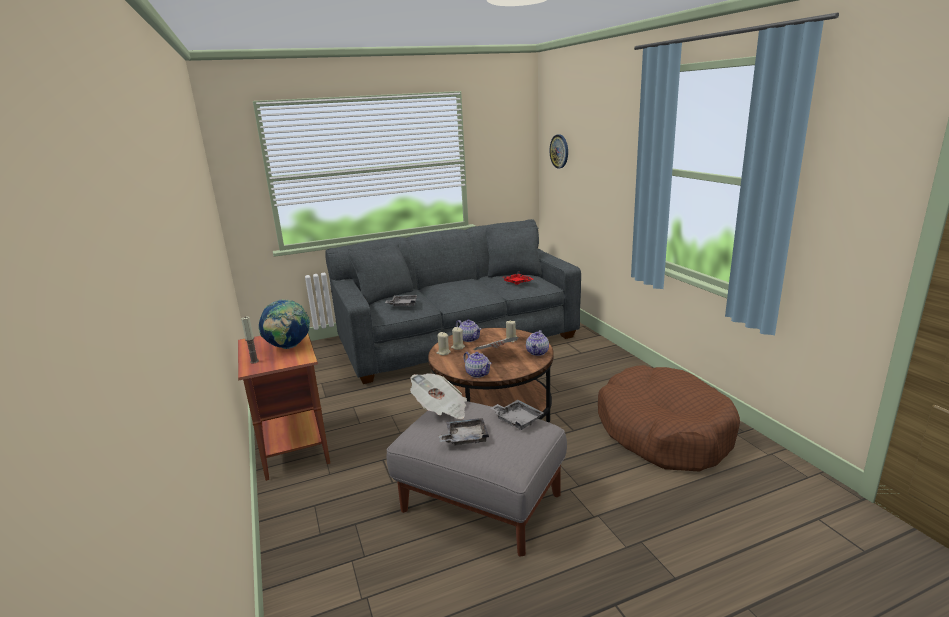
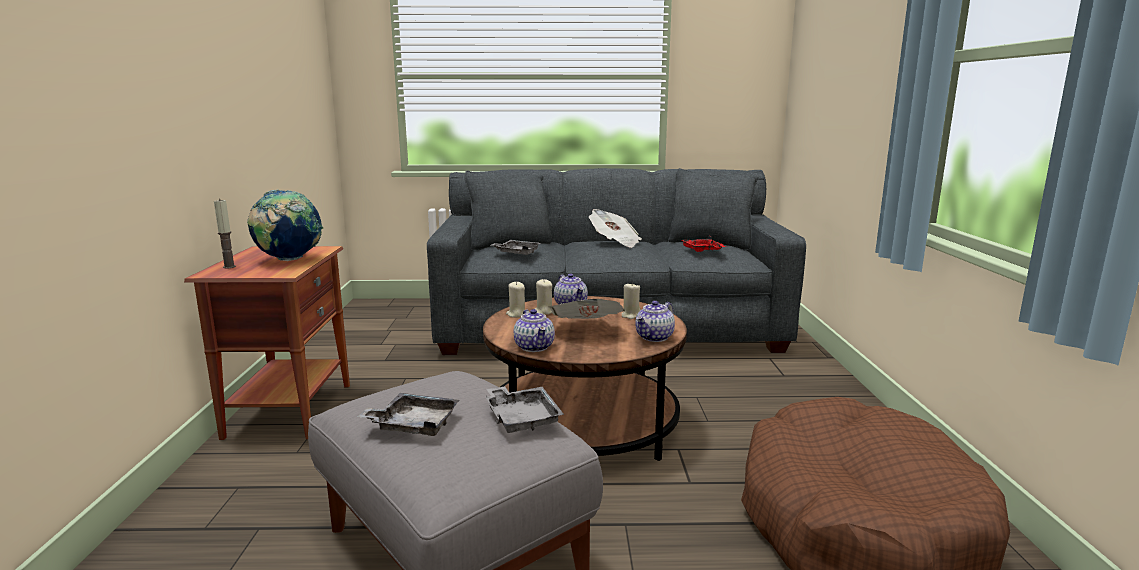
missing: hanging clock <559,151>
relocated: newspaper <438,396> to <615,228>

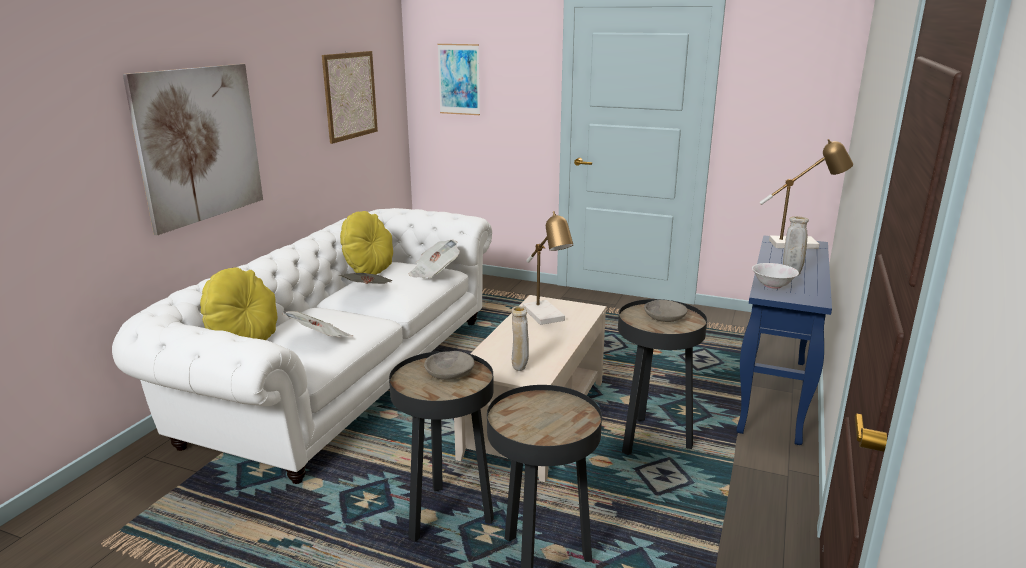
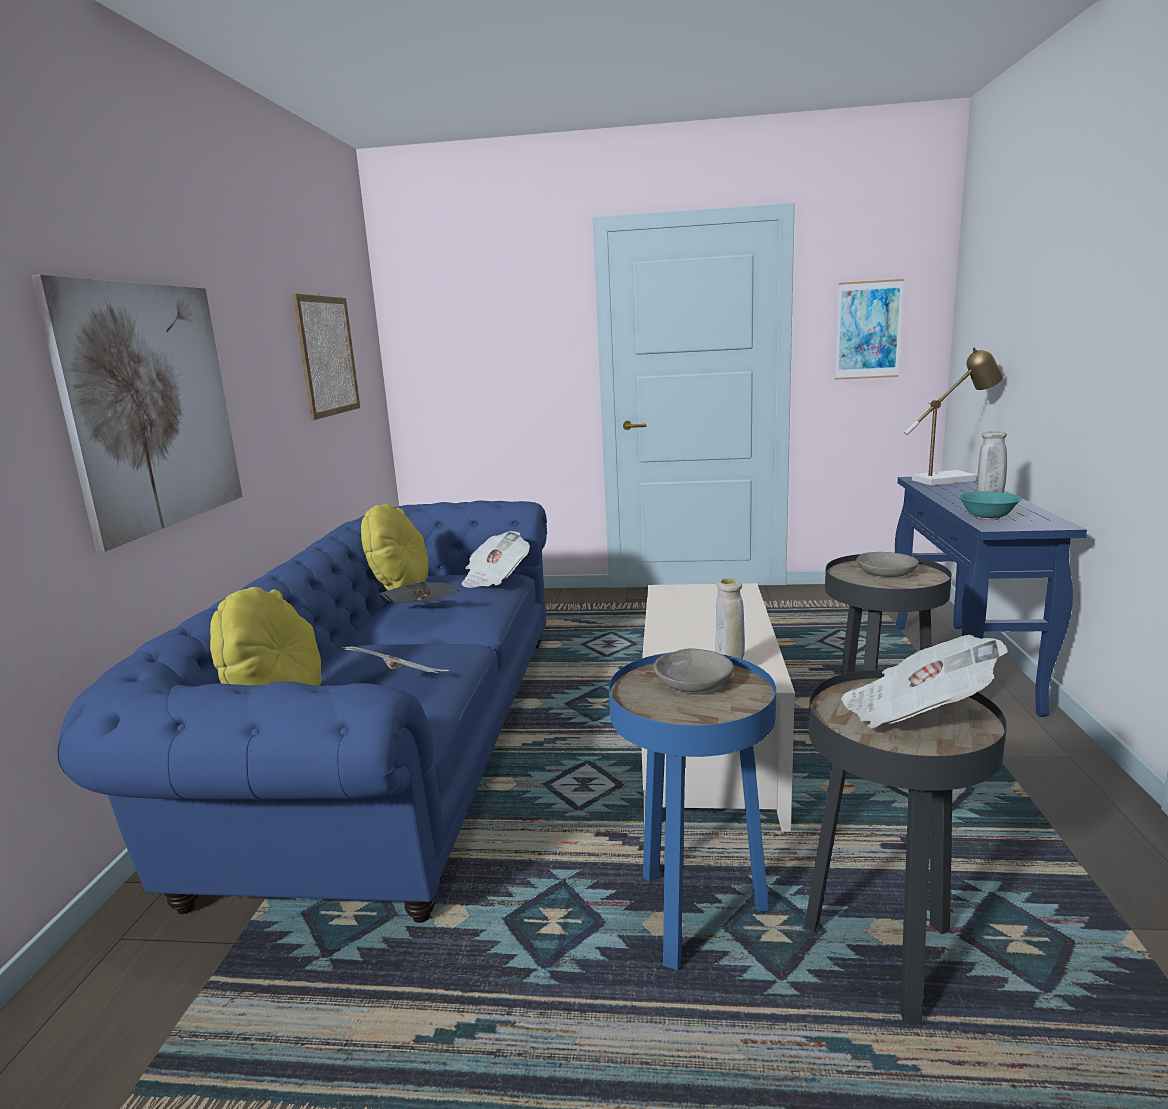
missing: table lamp <548,268>
appeared: newspaper <924,682>
relocated: picture <458,79> to <869,329>
colour: couch (whitish) <302,346> to couch (bluish) <302,712>; end table (blackish) <441,446> to end table (bluish) <692,811>; deep dish (whitish) <775,276> to deep dish (turquoise-coloured) <990,506>

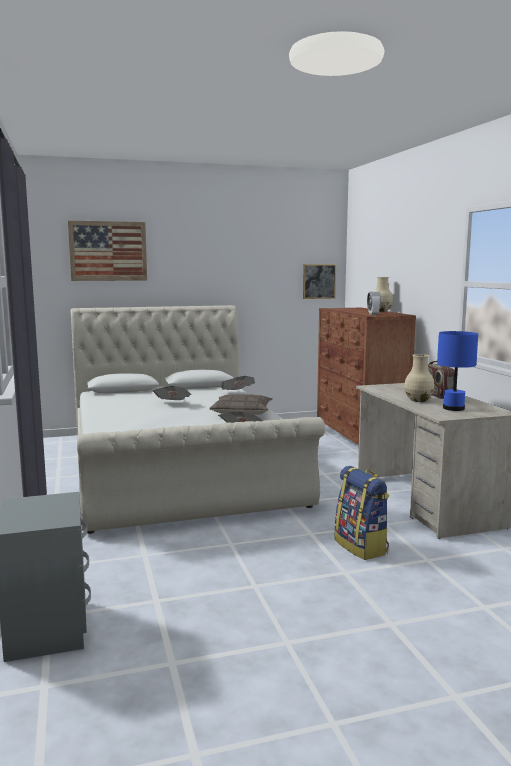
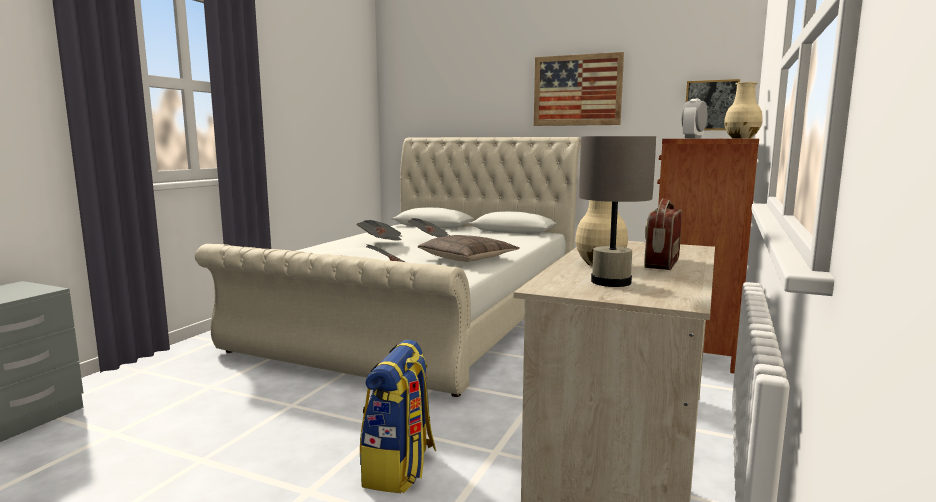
relocated: newspaper <238,383> to <379,230>; picture <107,251> to <579,89>
colour: table lamp (bluish) <457,371> to table lamp (greyish) <617,211>

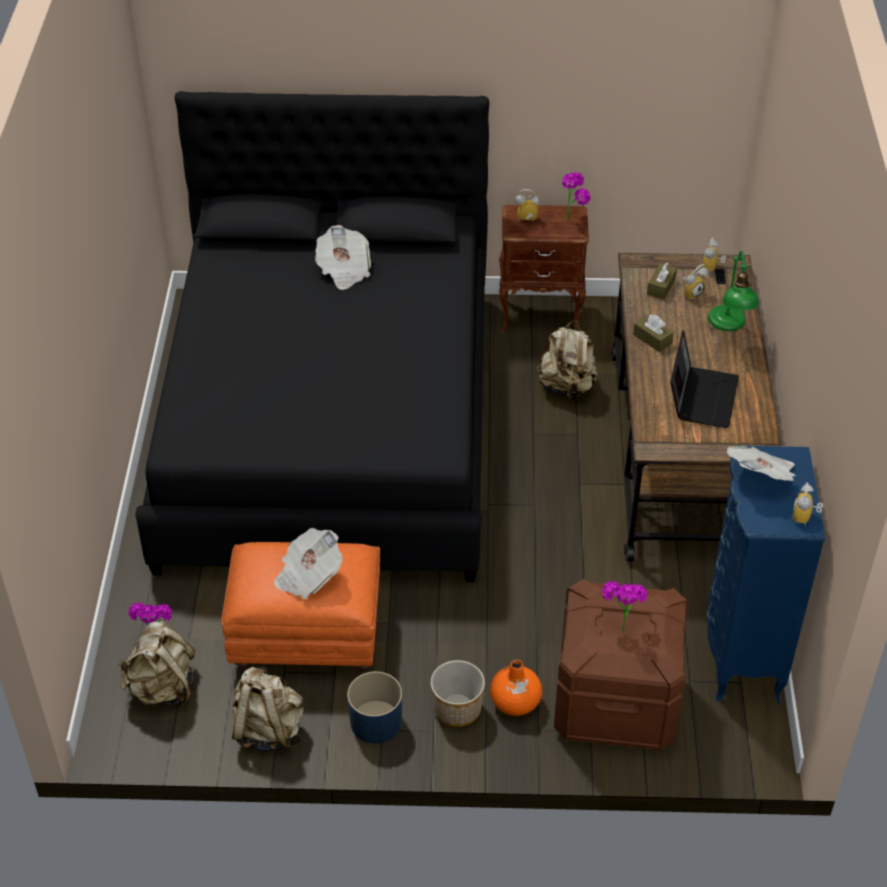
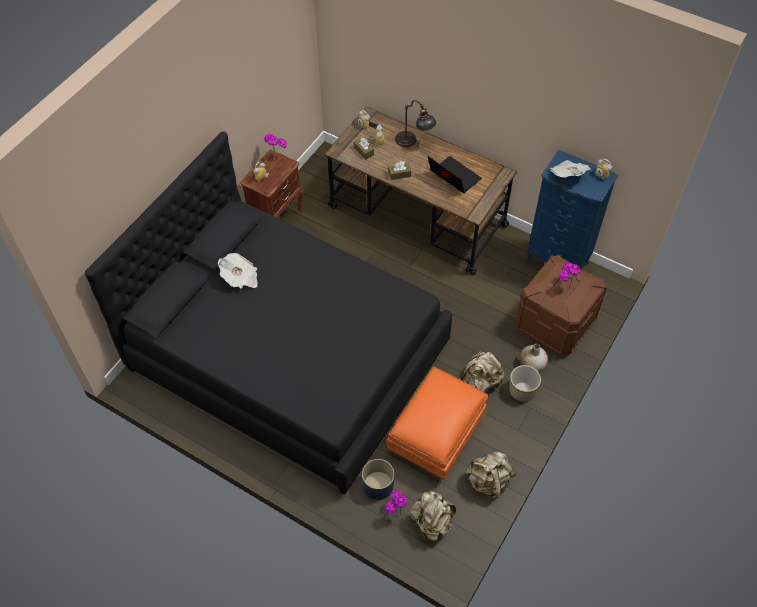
missing: newspaper <308,564>
relocated: planter (bluish) <374,707> to <378,479>; backpack (beige) <567,360> to <482,372>
colour: table lamp (green-coloured) <733,291> to table lamp (greyish) <415,123>; flower vase (orange) <516,687> to flower vase (beige) <533,358>

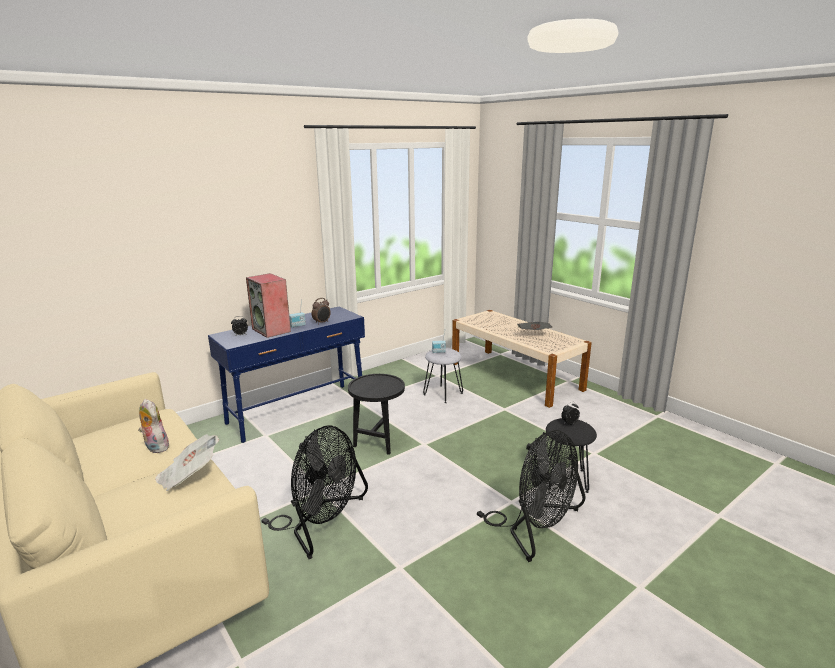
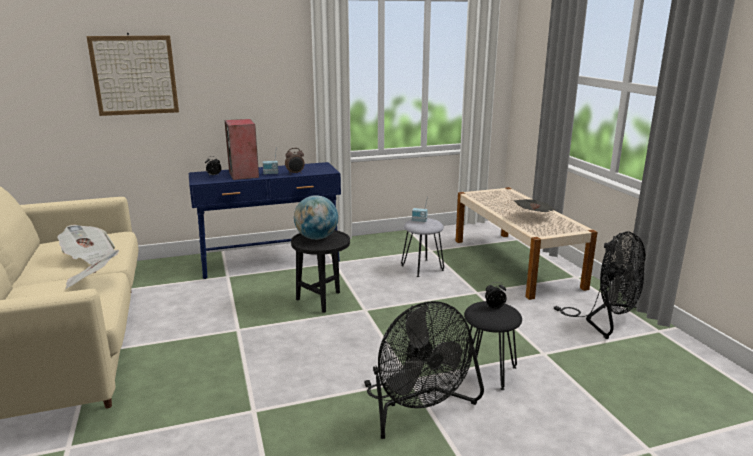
appeared: picture <132,74>; globe <316,217>
relocated: fan (blackish) <314,492> to <600,285>
exchanged: soft toy <153,426> to newspaper <86,245>

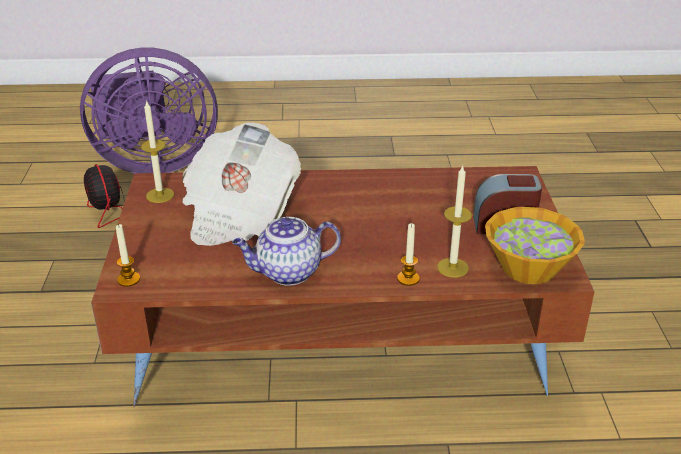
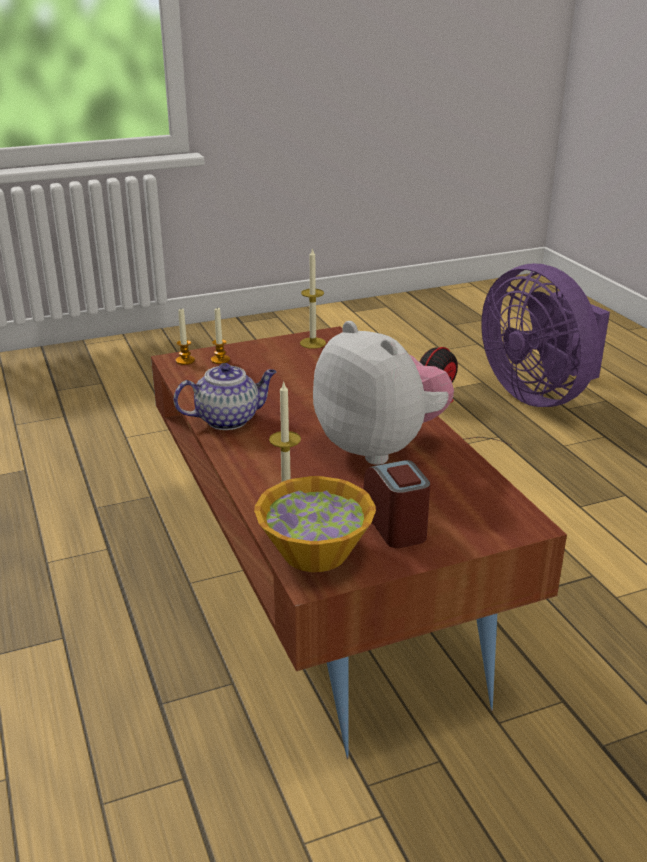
missing: newspaper <241,184>
appeared: soft toy <383,393>
relocated: wax candle <408,254> to <220,336>
spun: tea pot <286,251> = <225,396> 105 degrees clockwise

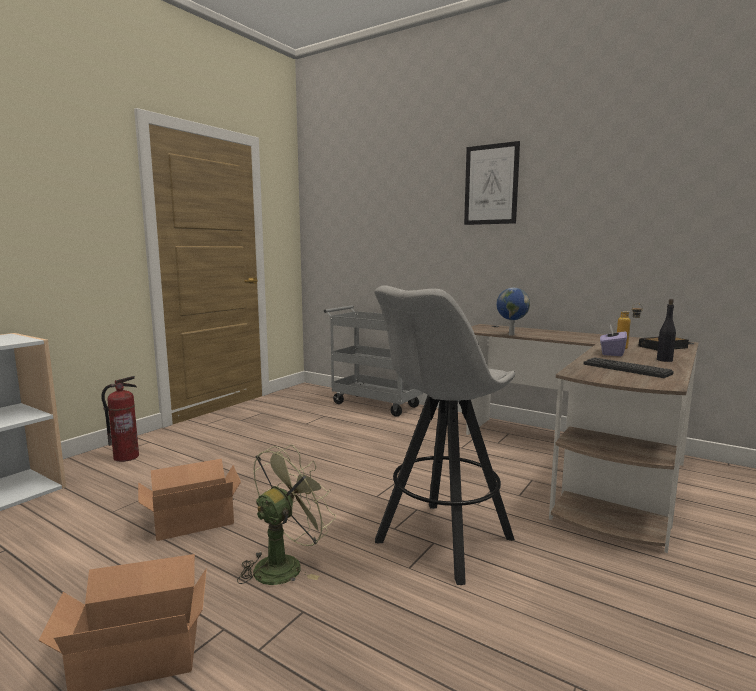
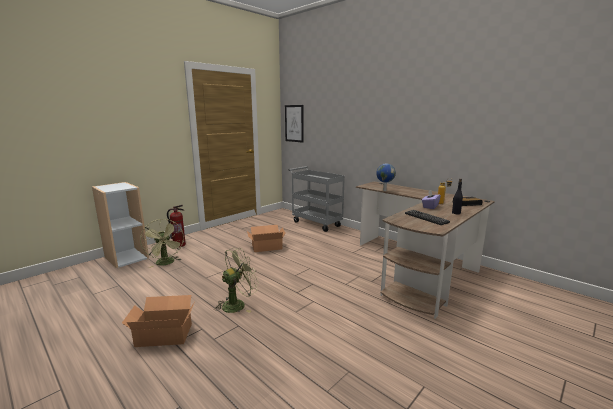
missing: stool (greyish) <444,435>
appeared: fan (green-coloured) <162,243>
relocated: cardboard box <189,500> to <266,238>; picture <492,183> to <294,124>

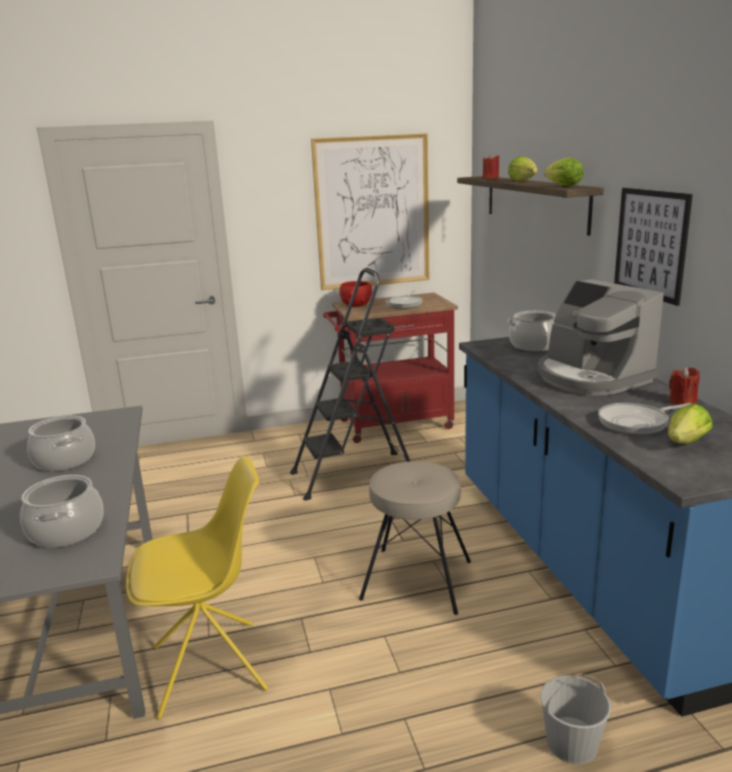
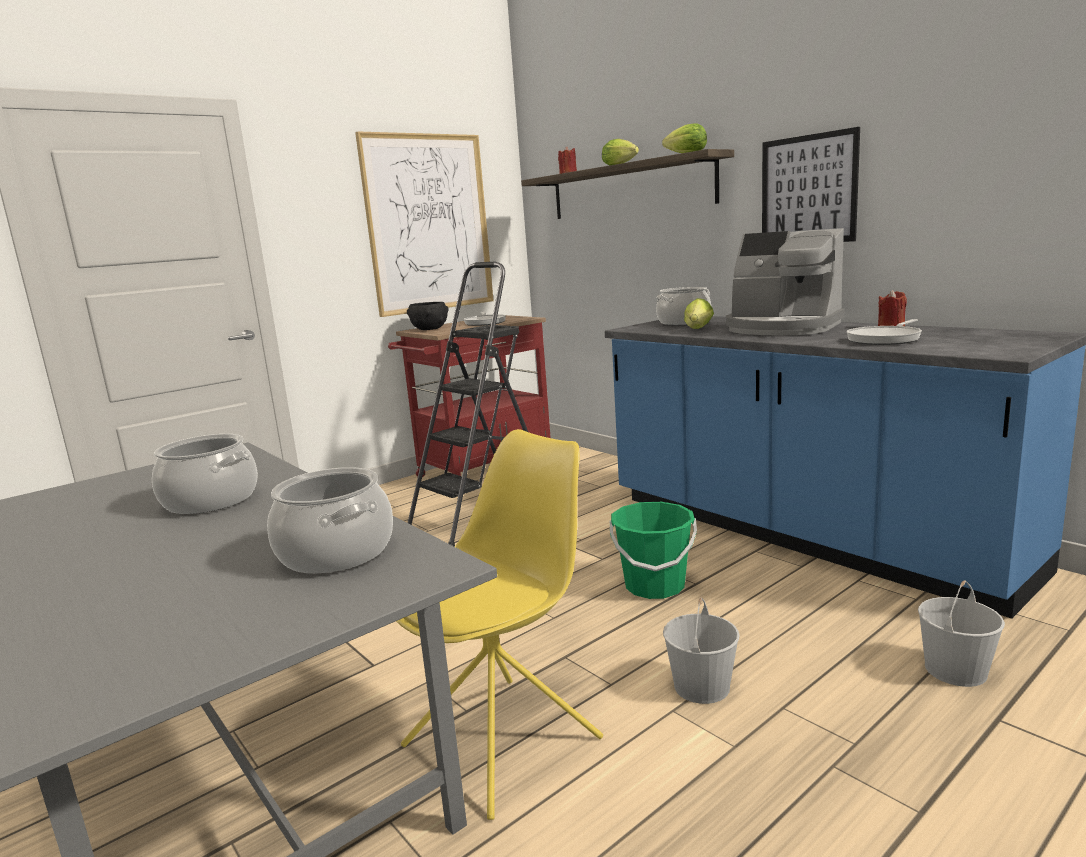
appeared: bucket (whitish) <701,650>
relocated: lettuce head <690,424> to <699,313>
exchanged: stool (beige) <415,538> to bucket (green-coloured) <653,550>
colour: deep dish (red) <355,294> to deep dish (blackish) <428,316>

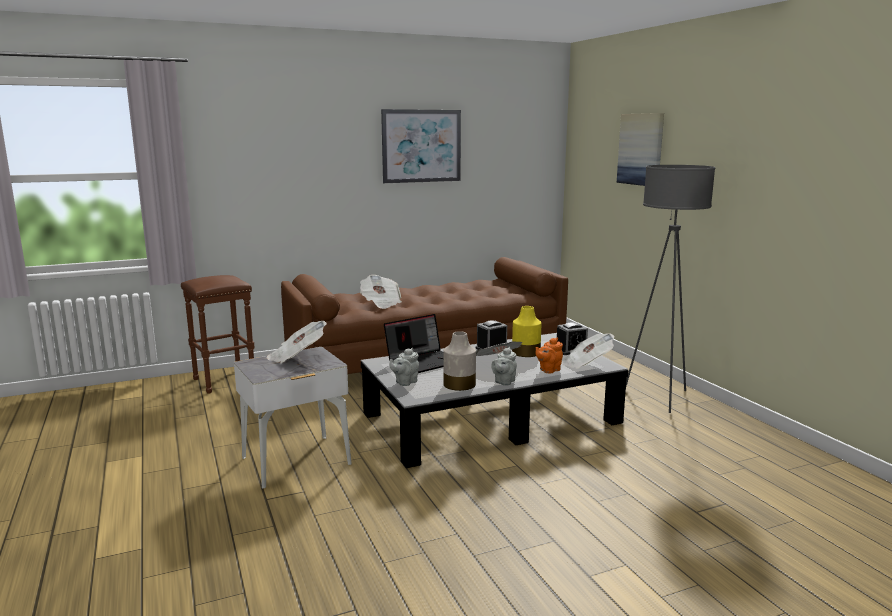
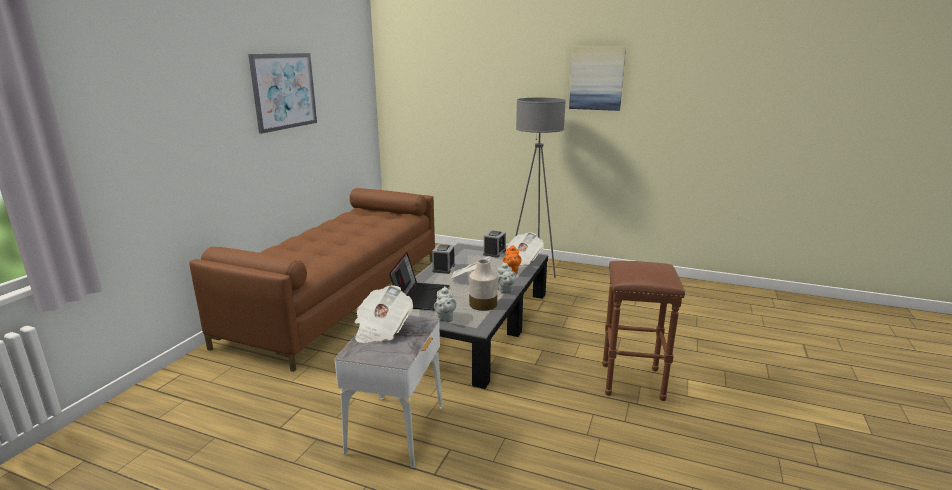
missing: newspaper <381,292>; flower vase (yellowish) <527,331>
relocated: picture <640,149> to <597,79>; stool (brown-coloured) <218,334> to <643,331>

